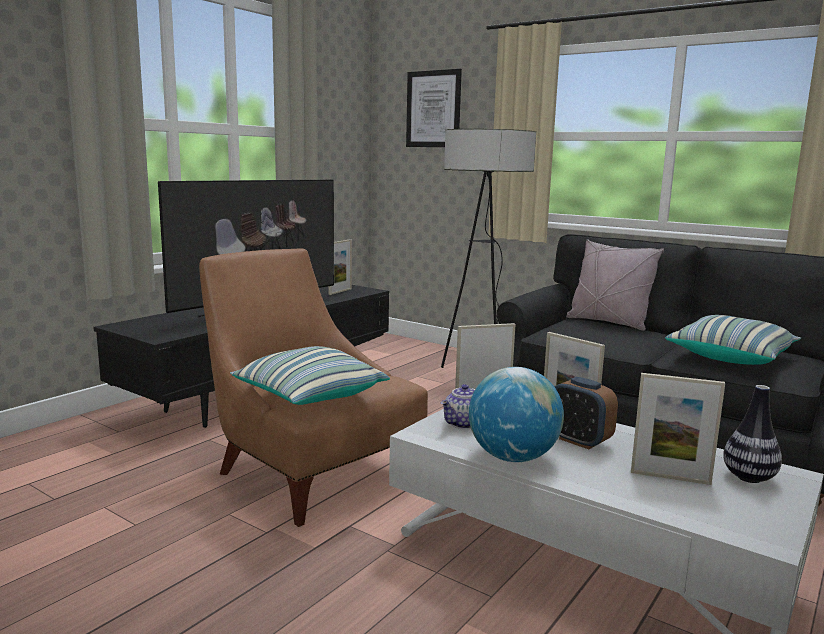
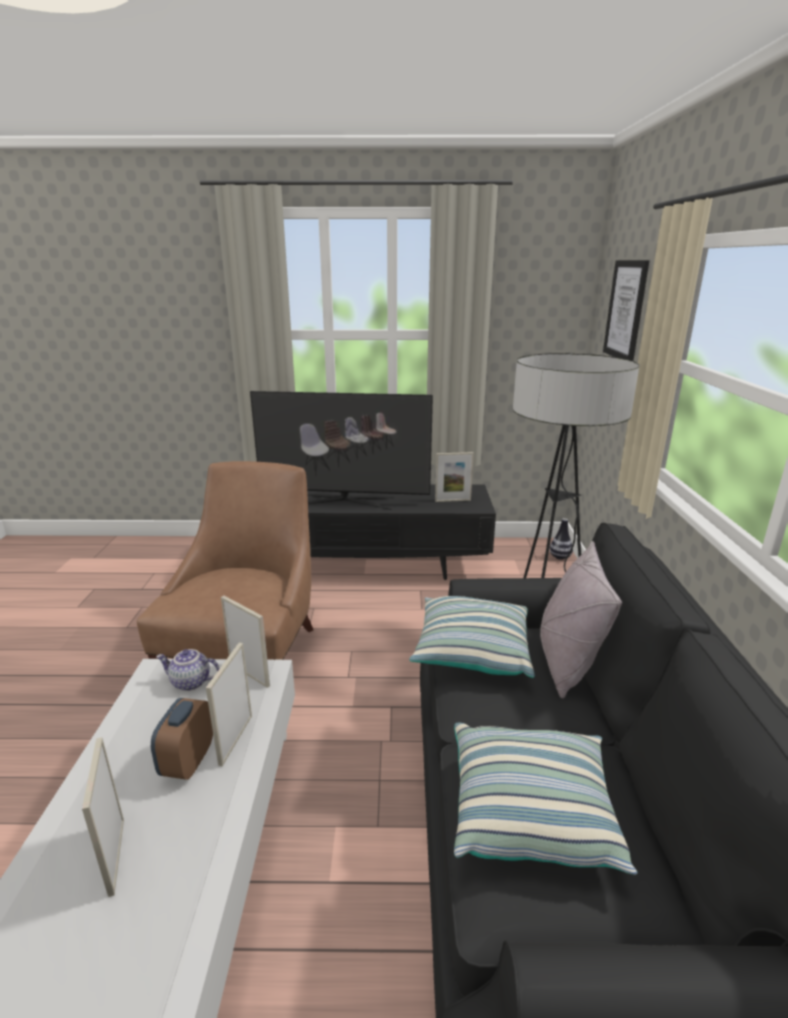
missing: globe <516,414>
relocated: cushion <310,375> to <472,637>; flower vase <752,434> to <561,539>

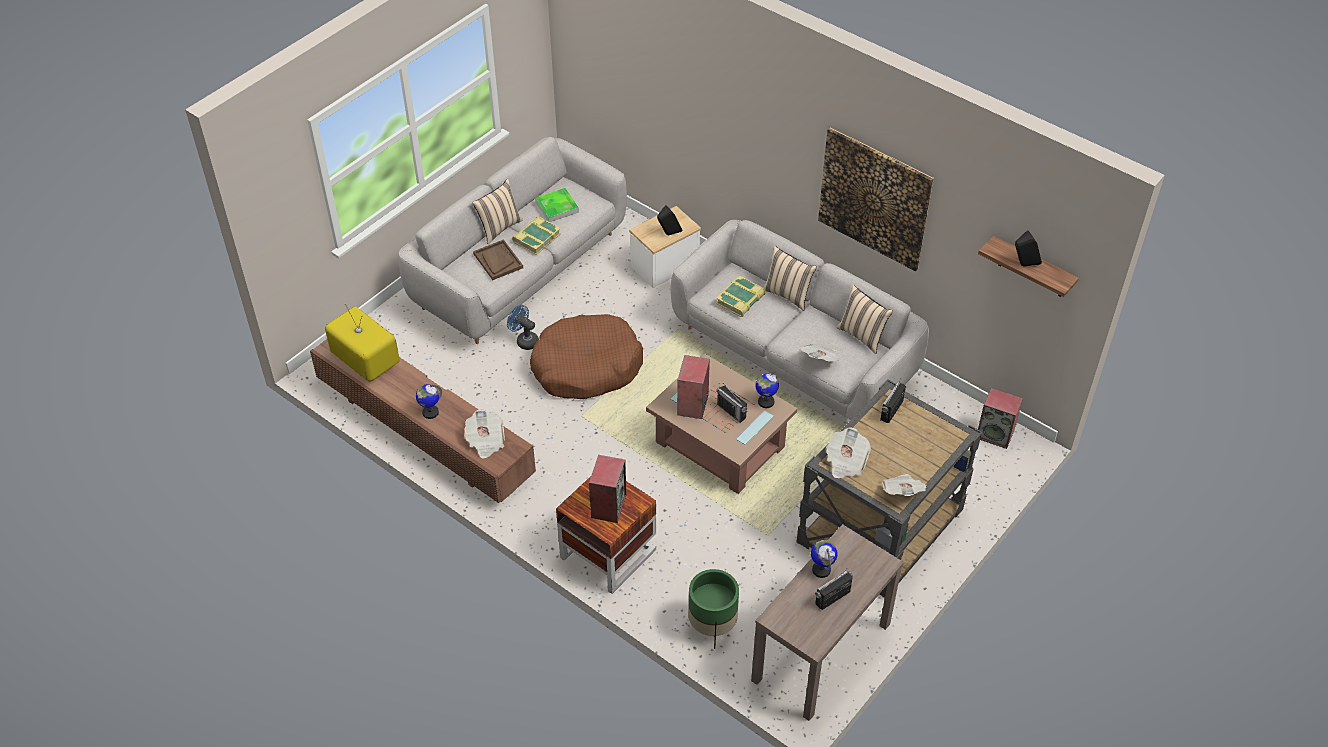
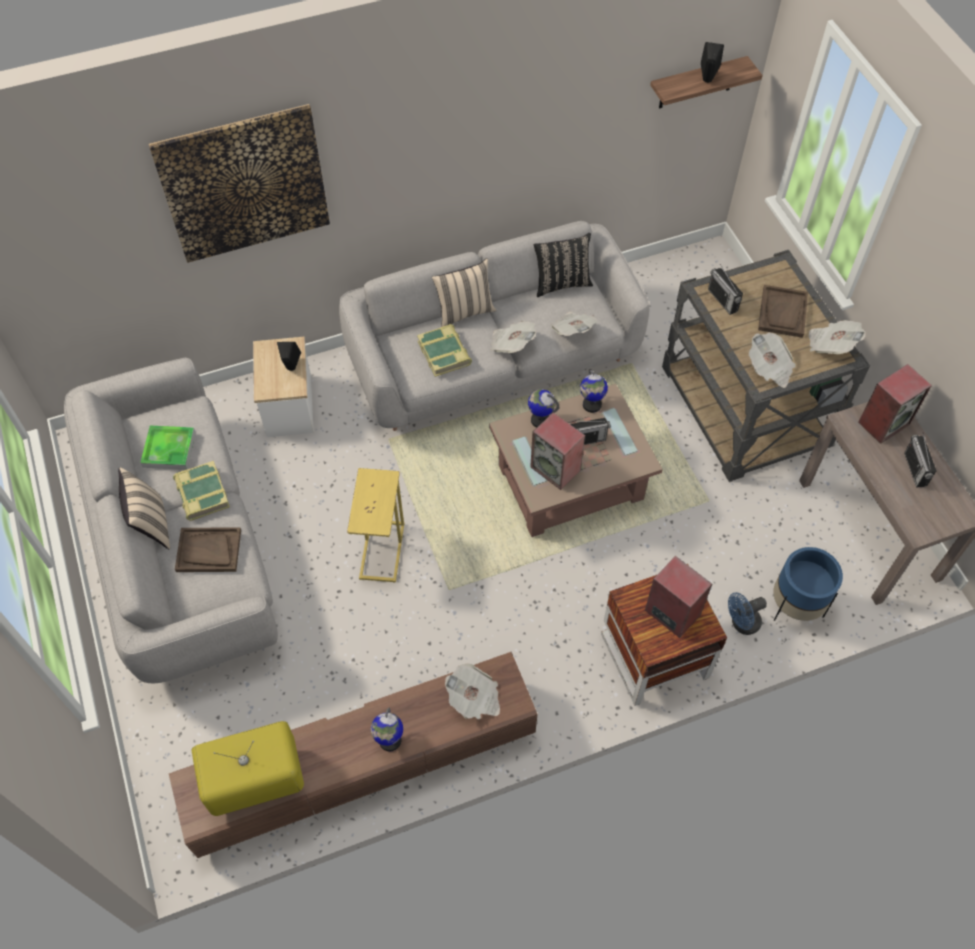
appeared: newspaper <513,337>; carrying tray (brown-coloured) <783,311>
relocated: picture <876,199> to <239,183>; globe <824,559> to <543,408>; fan (bluish) <523,327> to <747,613>; speaker <1000,418> to <895,404>
exchanged: dog bed (brown-coloured) <586,356> to end table (yellowish) <376,525>
colour: cushion (beige) <865,319> to cushion (blackish) <563,265>; planter (green-coloured) <713,609> to planter (bluish) <808,584>

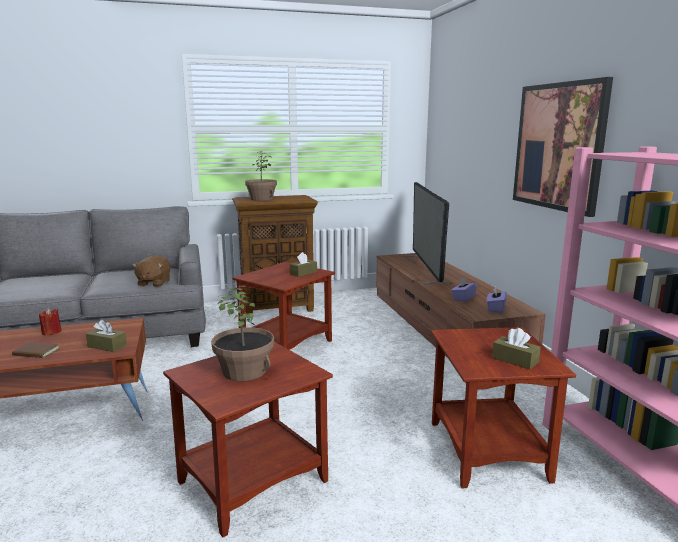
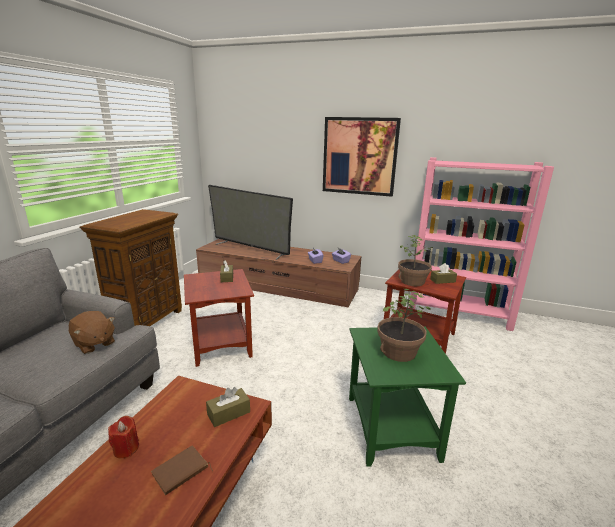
relocated: houseplant <261,176> to <415,260>
colour: end table (brown-coloured) <248,439> to end table (green-coloured) <407,396>

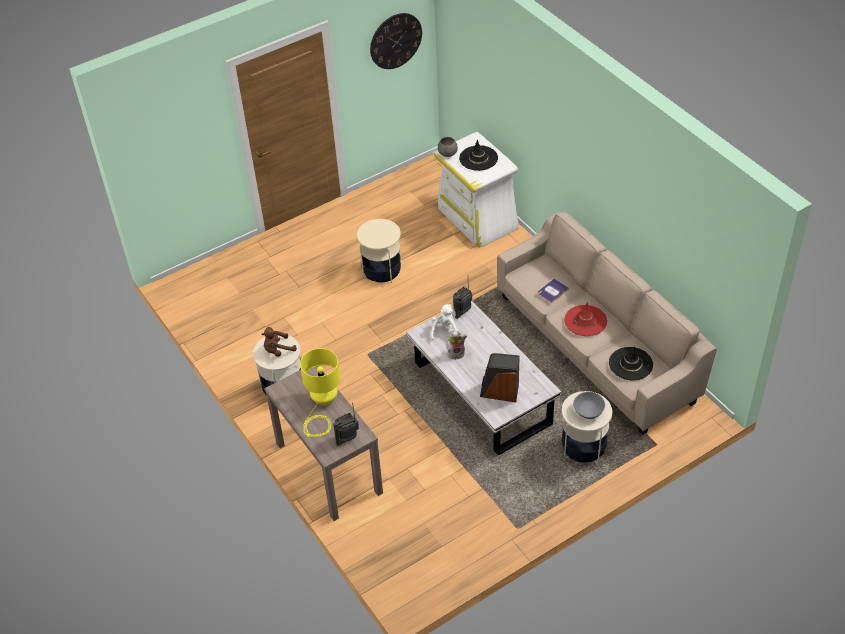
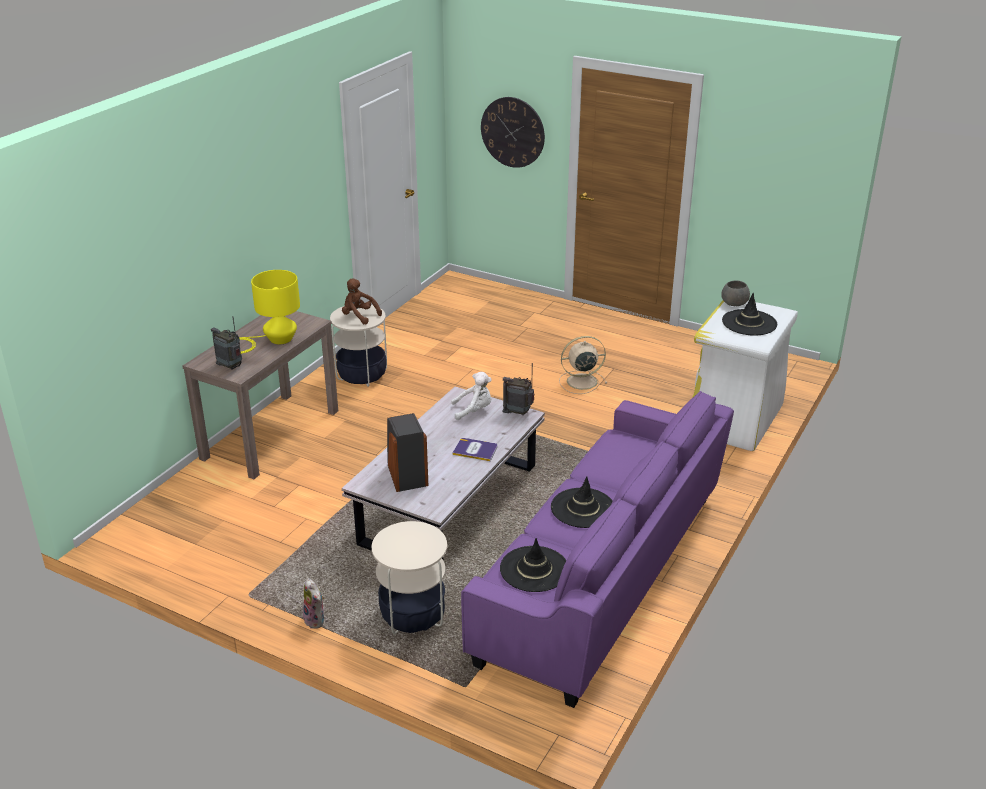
missing: deep dish (greyish) <589,405>
relocated: soft toy <457,345> to <314,603>; volume <553,291> to <475,449>; hanging clock <396,41> to <513,132>
exchanged: end table (beige) <379,251> to fan (beige) <583,365>
colour: couch (beige) <607,323> to couch (purplish) <597,549>; hat (red) <585,319> to hat (blackish) <581,502>

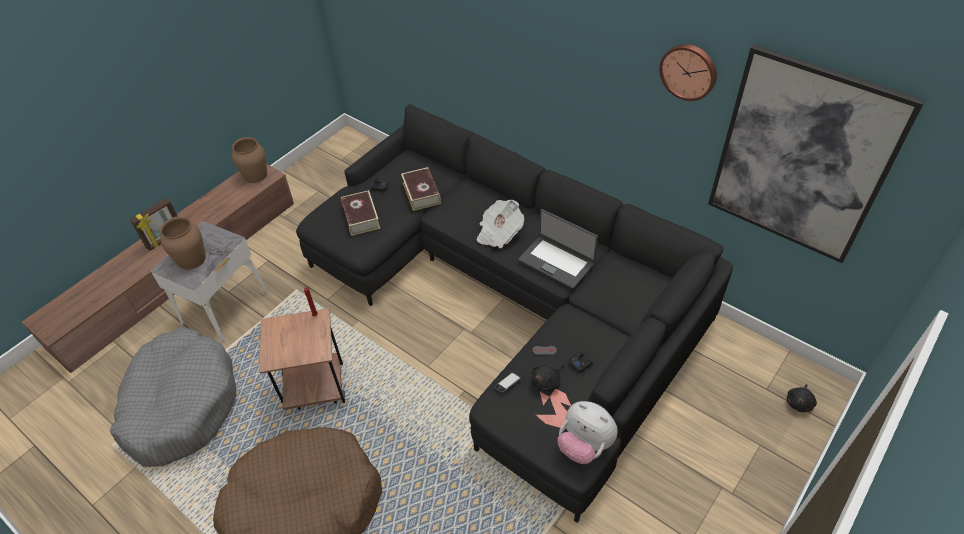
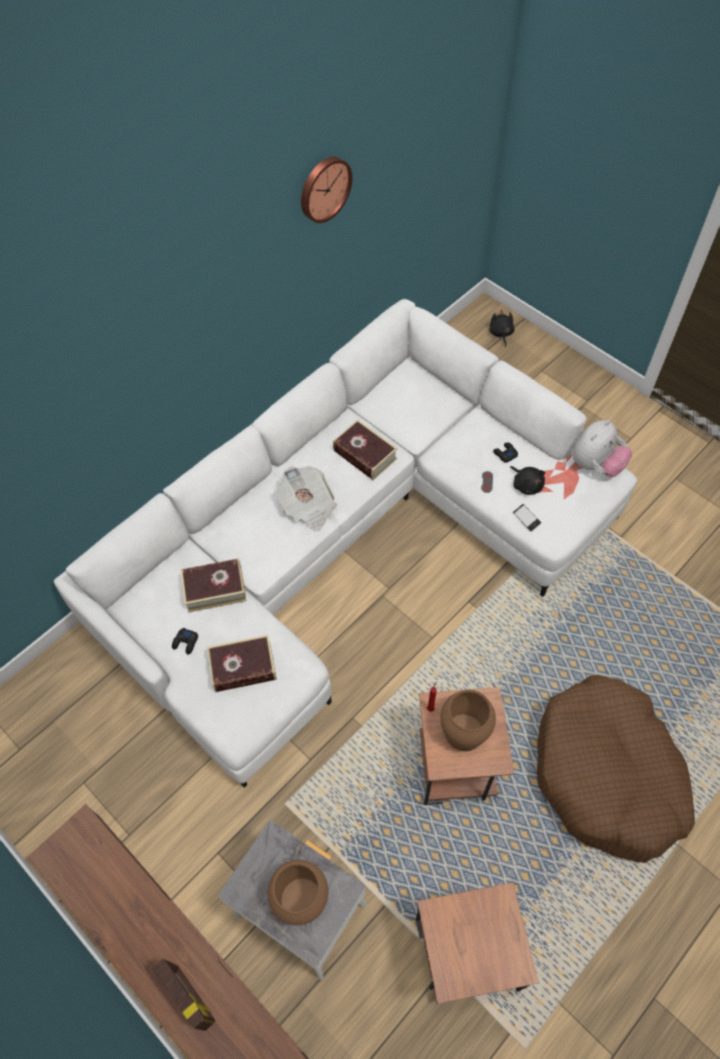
missing: picture <816,153>
relocated: flower vase (brown-coloured) <249,160> to <468,720>
exchanged: notebook computer <558,249> to volume <365,450>; dog bed (greyish) <173,397> to end table (brown-coloured) <477,943>
colour: couch (blackish) <514,313> to couch (whitish) <345,543>
spun: soft toy (blackish) <802,398> = <502,328> 135 degrees counterclockwise

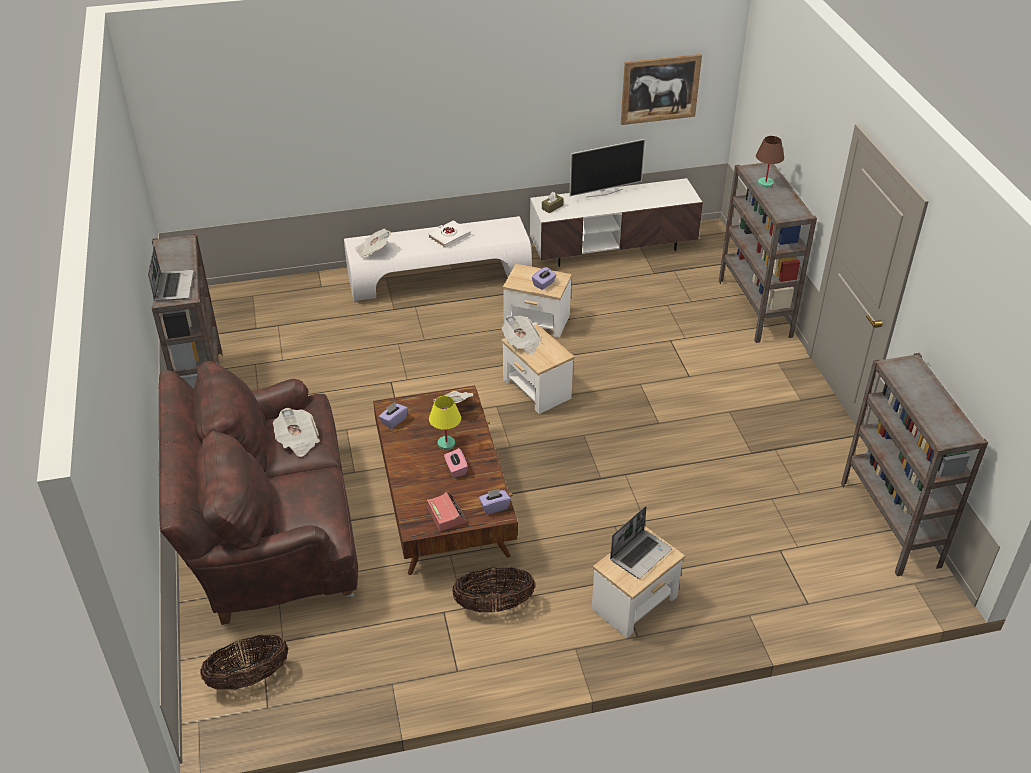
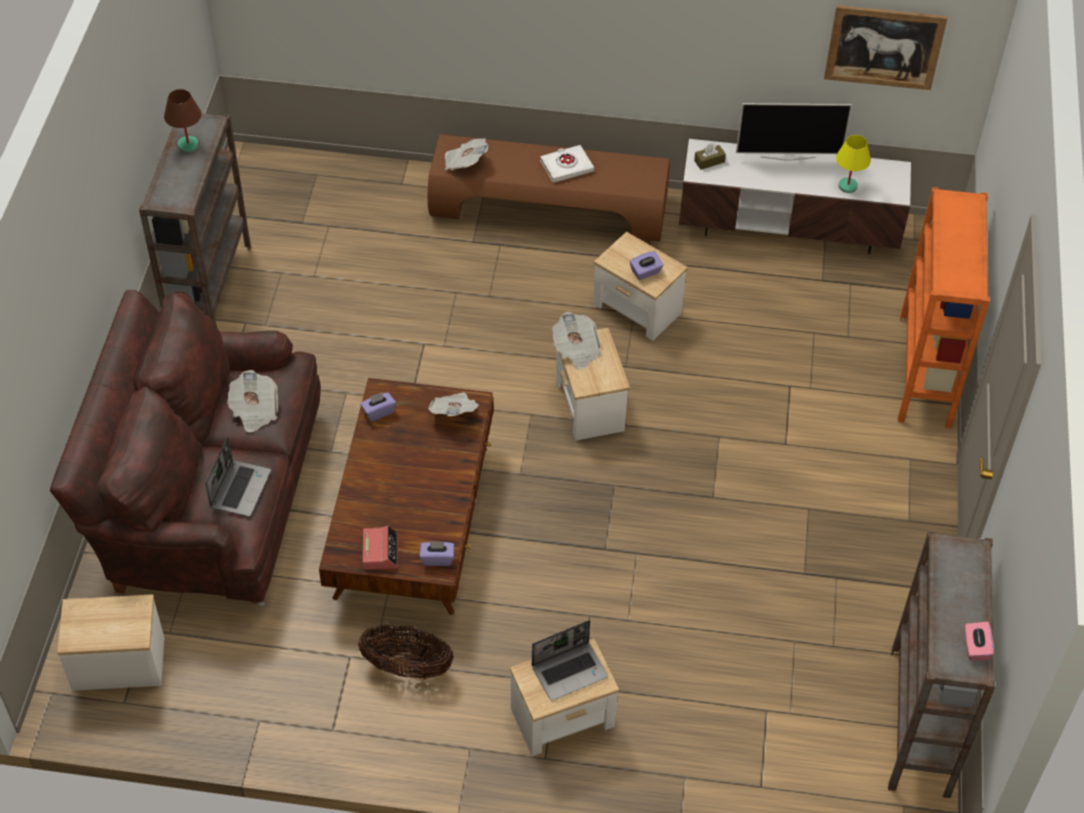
relocated: table lamp (brown-coloured) <770,162> to <183,120>; notebook computer <171,273> to <238,476>; table lamp (yellowish) <445,423> to <853,164>; tissue holder (pink-coloured) <456,463> to <979,641>
exchanged: household basket <244,662> to end table <110,642>
colour: long seat (whitish) <438,258> to long seat (brown-coloured) <549,187>; bookshelf (greyish) <768,253> to bookshelf (orange) <944,307>

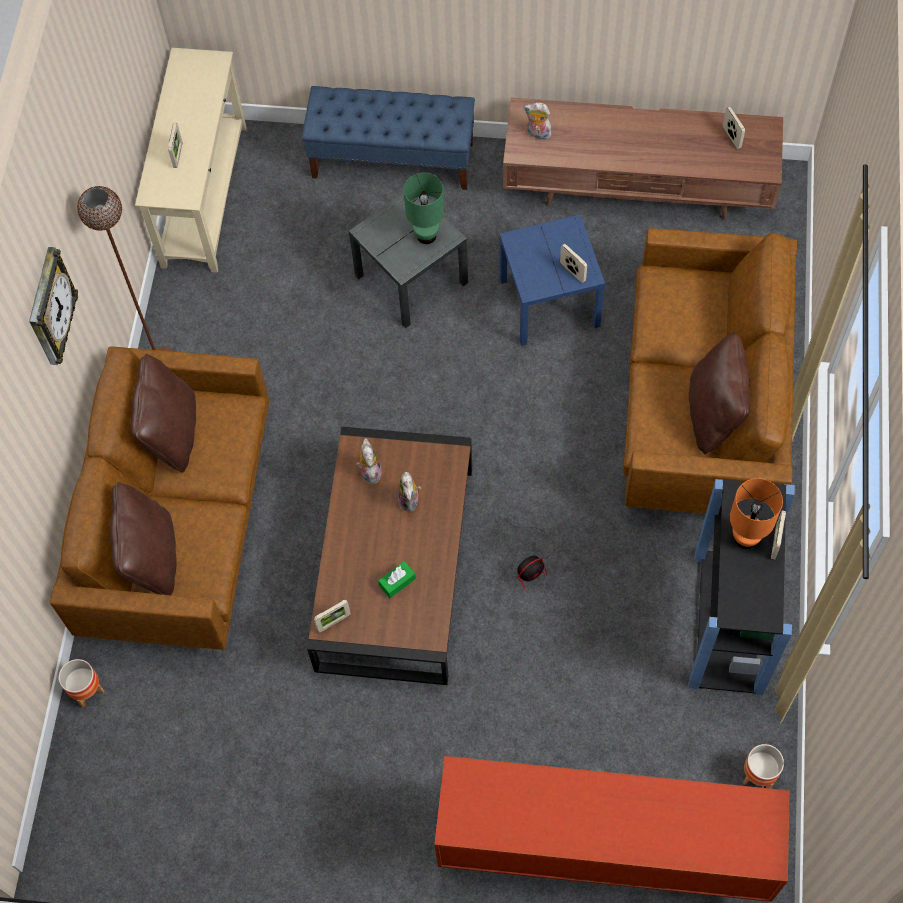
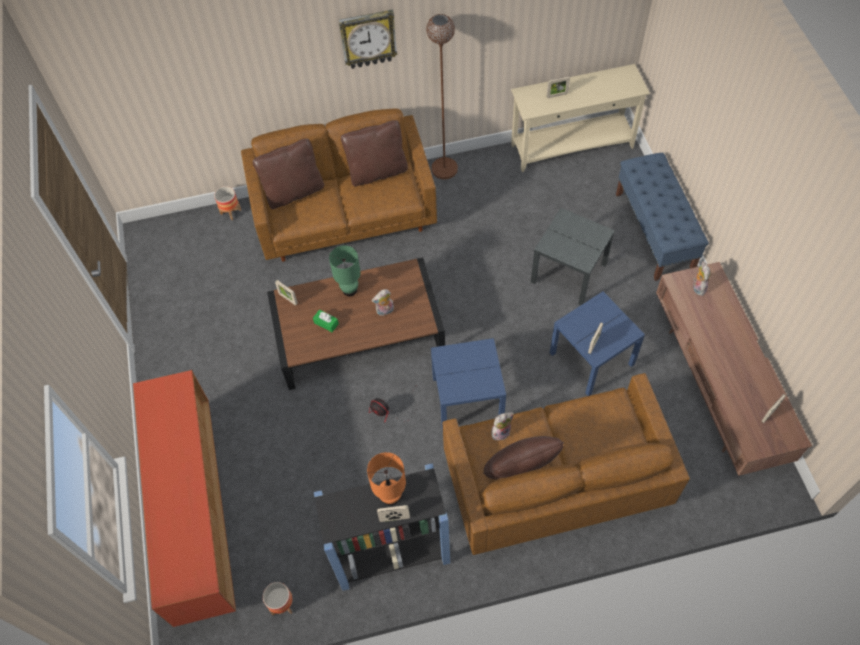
appeared: end table (bluish) <468,385>
relocated: table lamp (green-coloured) <423,208> to <345,270>; soft toy <369,461> to <502,426>

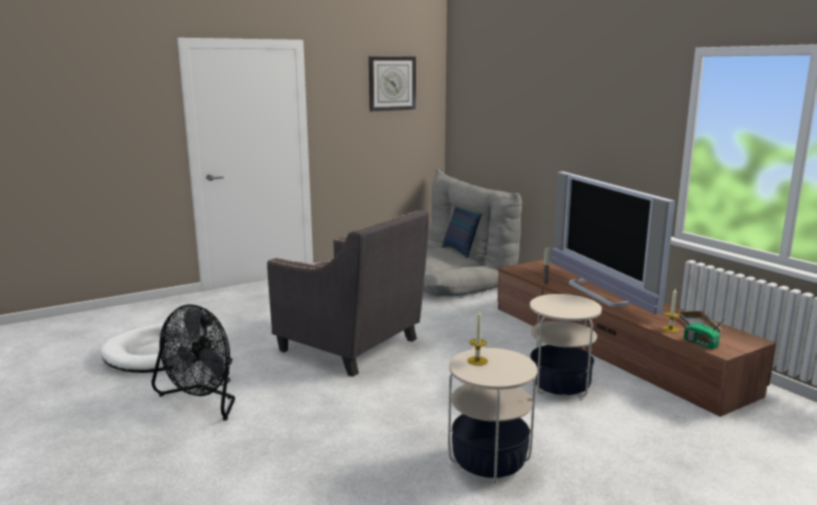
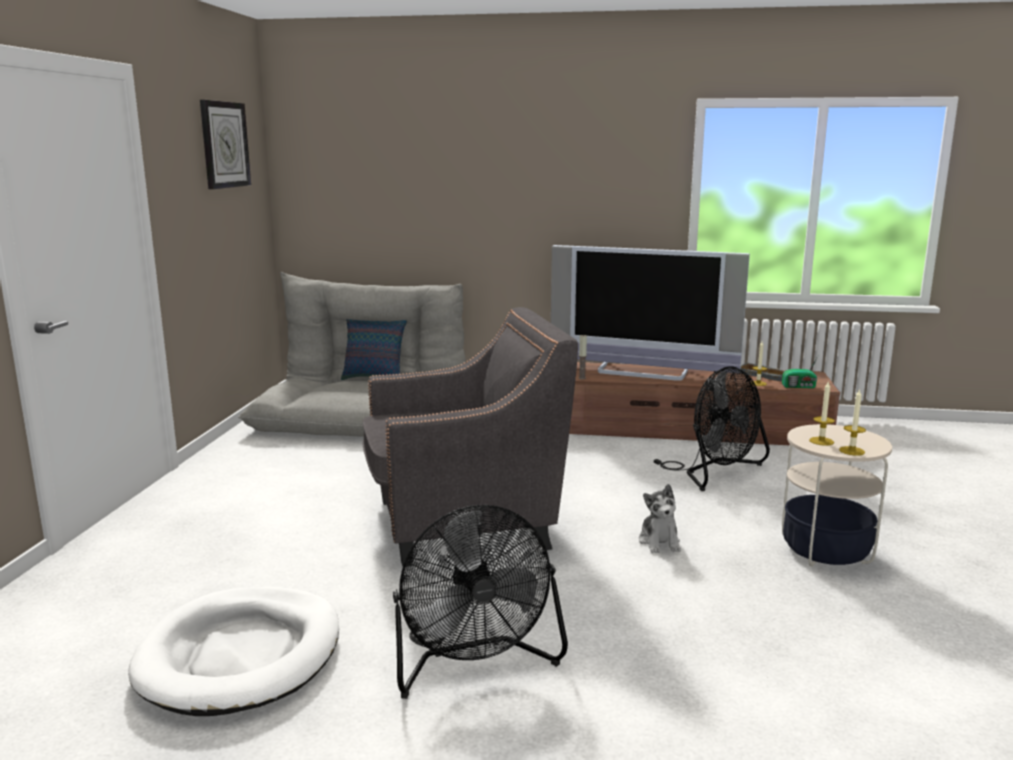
appeared: soft toy <660,518>; wax candle <852,422>
exchanged: end table (beige) <566,345> to fan (blackish) <712,428>

